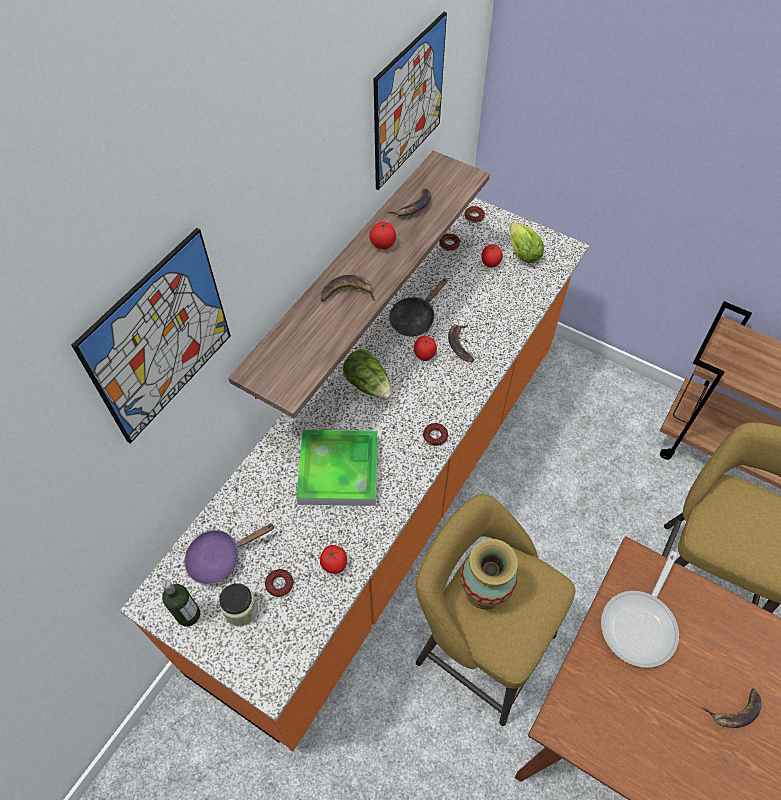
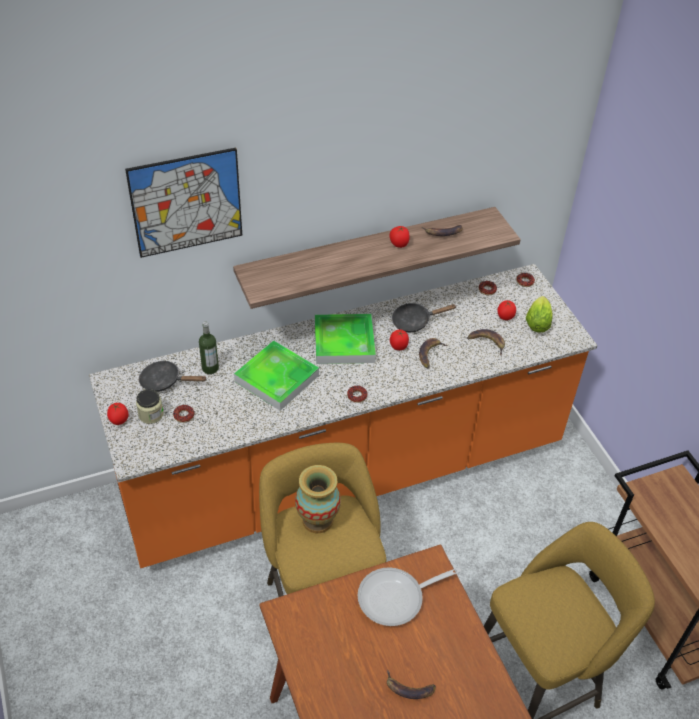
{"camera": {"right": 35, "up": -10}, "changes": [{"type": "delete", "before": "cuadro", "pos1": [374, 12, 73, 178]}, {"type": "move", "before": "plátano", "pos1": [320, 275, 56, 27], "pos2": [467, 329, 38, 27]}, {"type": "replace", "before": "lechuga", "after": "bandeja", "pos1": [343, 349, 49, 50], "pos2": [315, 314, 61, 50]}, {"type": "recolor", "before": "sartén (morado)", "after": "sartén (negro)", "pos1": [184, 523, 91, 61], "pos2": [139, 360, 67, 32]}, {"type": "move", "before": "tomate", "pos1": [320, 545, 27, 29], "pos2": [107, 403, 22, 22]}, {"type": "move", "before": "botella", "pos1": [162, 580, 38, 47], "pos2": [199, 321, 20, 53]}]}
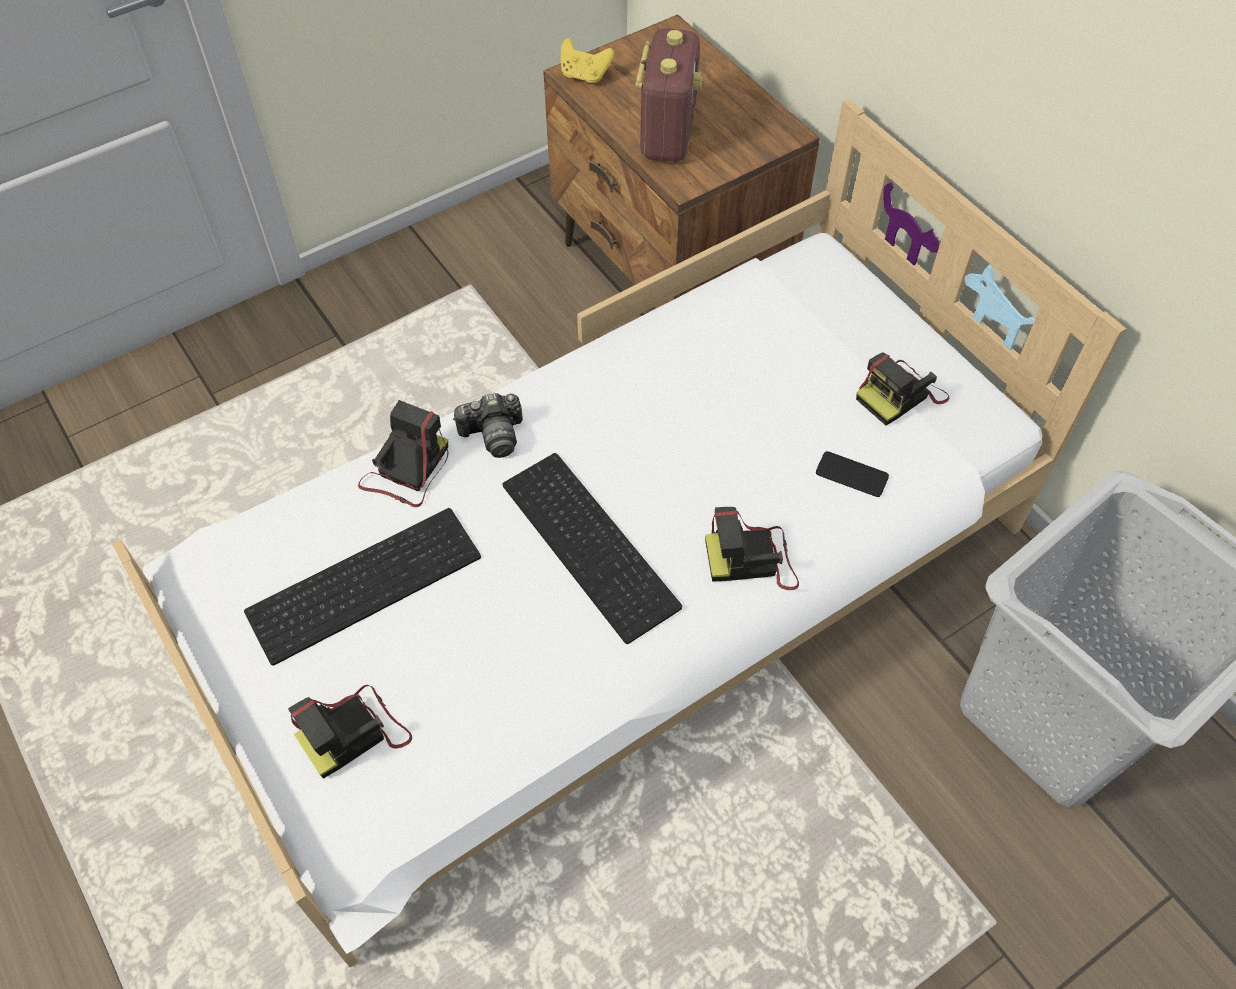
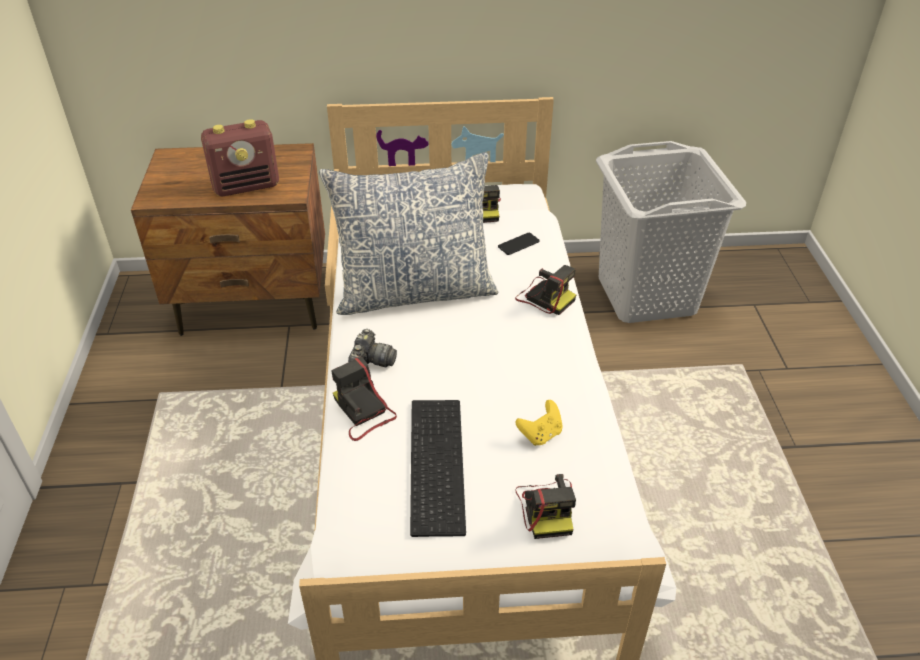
{"camera": {"right": -60, "up": -15}, "changes": [{"type": "rotate", "before": "radio", "pos1": [636, 28, 67, 134], "pos2": [201, 119, 78, 77], "turn": 120}, {"type": "move", "before": "mando de consola (amarillo)", "pos1": [561, 38, 53, 46], "pos2": [516, 400, 47, 46]}, {"type": "delete", "before": "teclado", "pos1": [503, 453, 179, 191]}, {"type": "rotate", "before": "cámara", "pos1": [705, 507, 94, 83], "pos2": [515, 265, 61, 50], "turn": -75}, {"type": "insert", "after": "cojín", "pos2": [319, 152, 179, 163]}]}
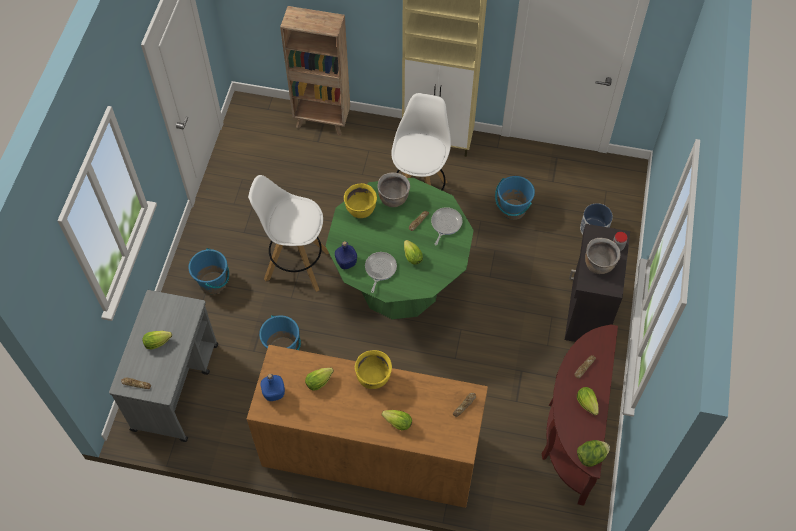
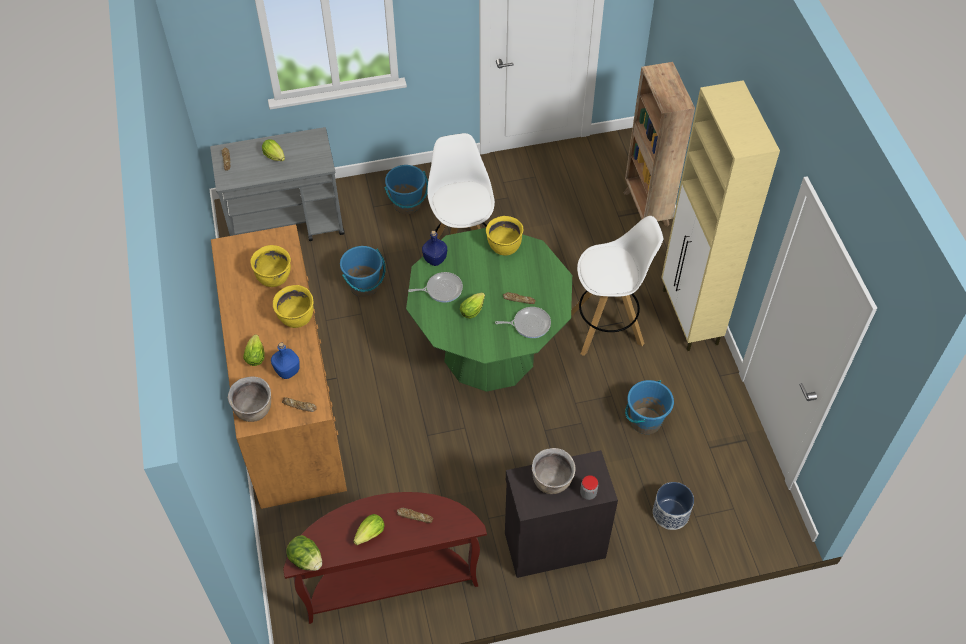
{"camera": {"right": 65, "up": -5}, "changes": [{"type": "move", "before": "olla (marrón)", "pos1": [377, 173, 33, 34], "pos2": [228, 376, 43, 46]}, {"type": "replace", "before": "lechuga", "after": "olla (amarillo)", "pos1": [305, 368, 29, 23], "pos2": [251, 245, 40, 42]}, {"type": "move", "before": "botella (azul)", "pos1": [261, 374, 24, 27], "pos2": [271, 343, 29, 36]}]}
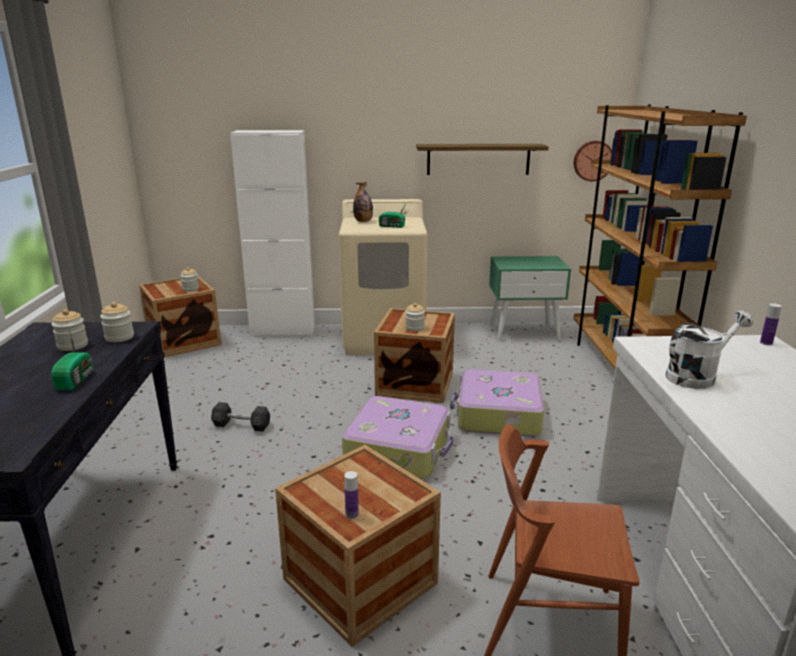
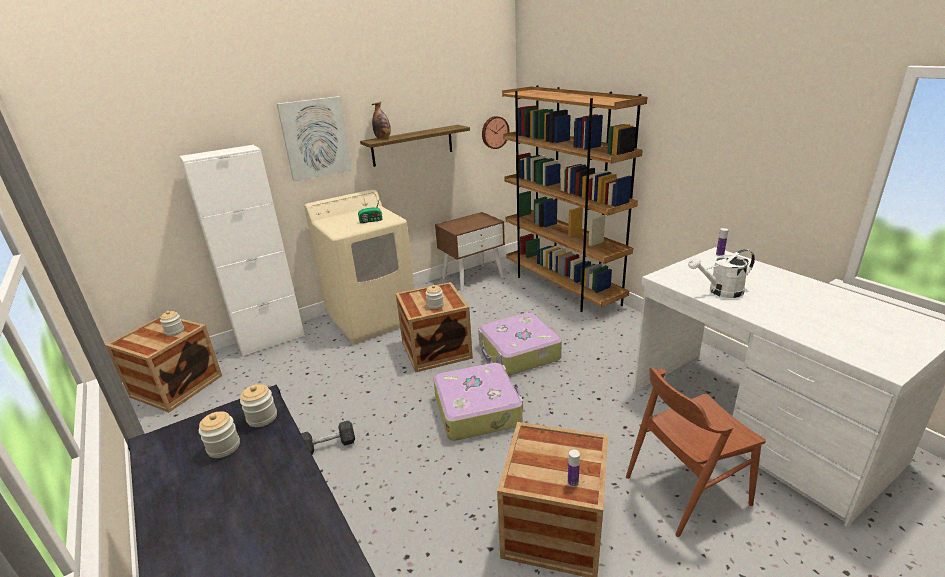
{"camera": {"right": -30, "up": 5}, "changes": [{"type": "move", "before": "botella", "pos1": [353, 182, 20, 40], "pos2": [372, 102, 19, 37]}, {"type": "recolor", "before": "mesita de noche (verde)", "after": "mesita de noche (marrón)", "pos1": [489, 256, 82, 85], "pos2": [435, 212, 70, 80]}, {"type": "rotate", "before": "regadera (blanco)", "pos1": [666, 310, 87, 79], "pos2": [688, 249, 67, 49], "turn": -135}, {"type": "delete", "before": "radio", "pos1": [51, 328, 43, 62]}, {"type": "insert", "after": "cuadro", "pos2": [277, 96, 75, 85]}]}
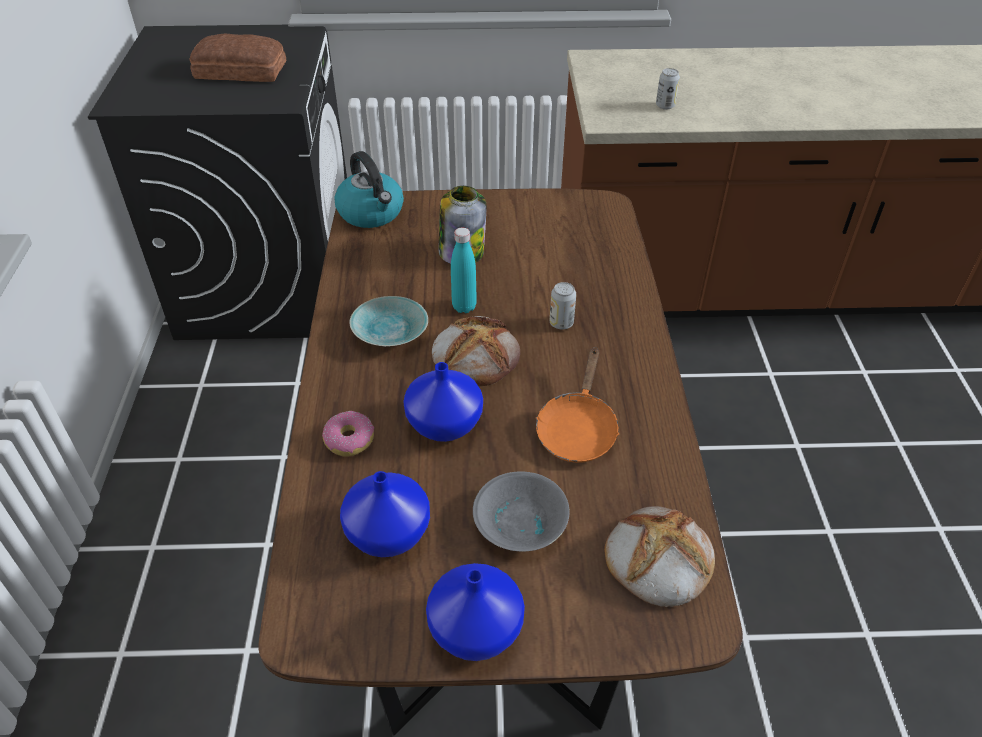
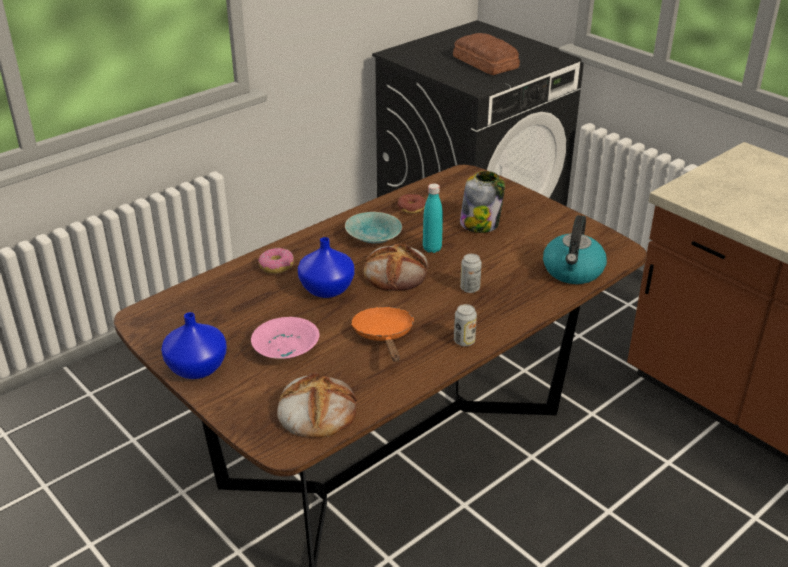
{"camera": {"right": 50, "up": -10}, "changes": [{"type": "move", "before": "lata", "pos1": [656, 68, 24, 42], "pos2": [454, 304, 23, 42]}, {"type": "move", "before": "hervidor", "pos1": [335, 151, 69, 77], "pos2": [543, 215, 64, 69]}, {"type": "rotate", "before": "sartén (naranja)", "pos1": [536, 347, 83, 116], "pos2": [351, 307, 63, 55], "turn": 105}, {"type": "delete", "before": "florero (azul)", "pos1": [340, 471, 90, 86]}, {"type": "recolor", "before": "cuenco (gris)", "after": "cuenco (rosa)", "pos1": [473, 471, 97, 81], "pos2": [251, 317, 68, 42]}, {"type": "insert", "after": "rosquilla", "pos2": [397, 194, 29, 20]}]}
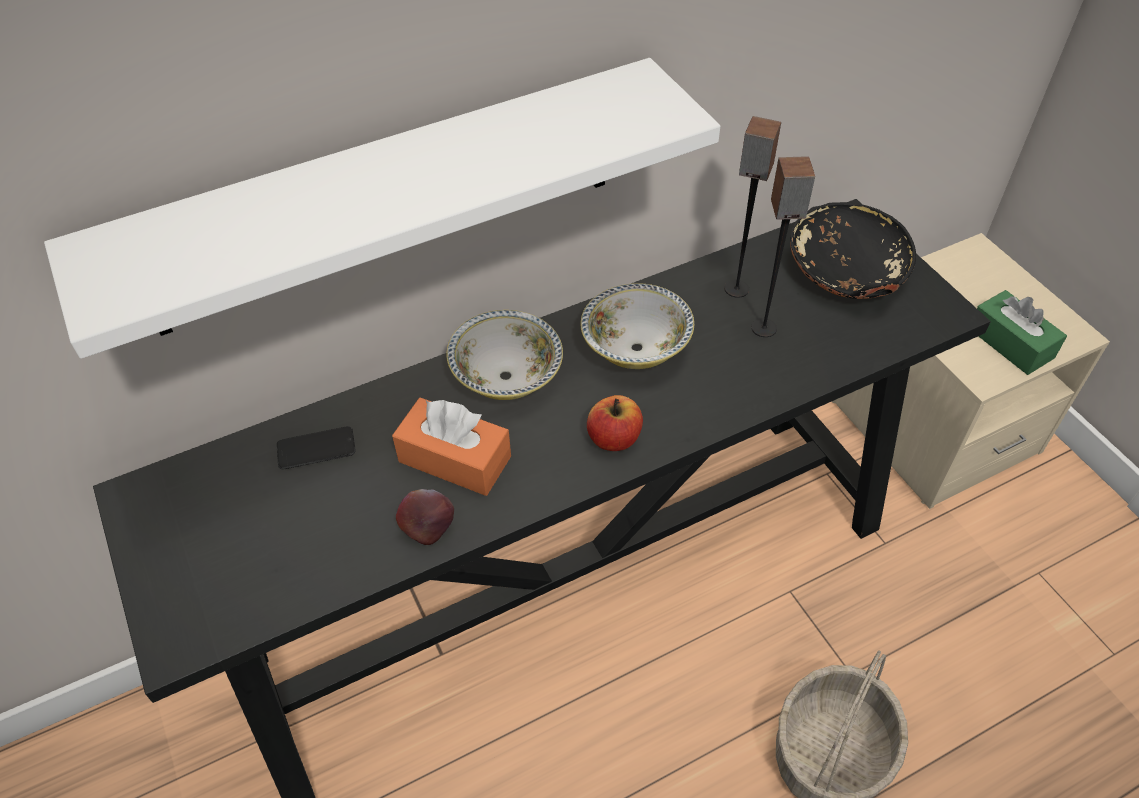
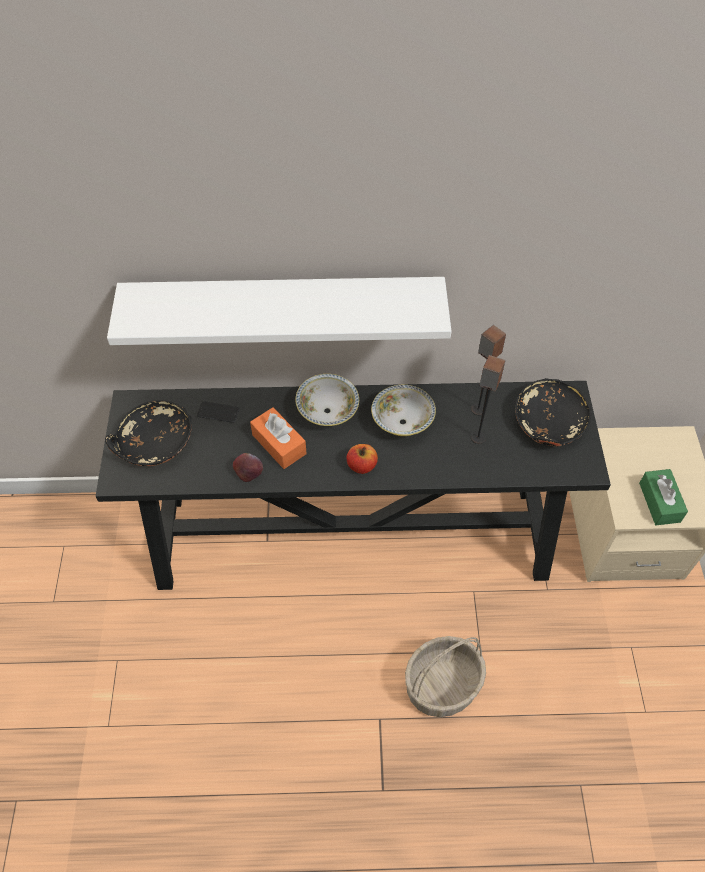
{"camera": {"right": 25, "up": 5}, "changes": [{"type": "insert", "after": "cuenco (negro)", "pos2": [105, 400, 87, 66]}]}
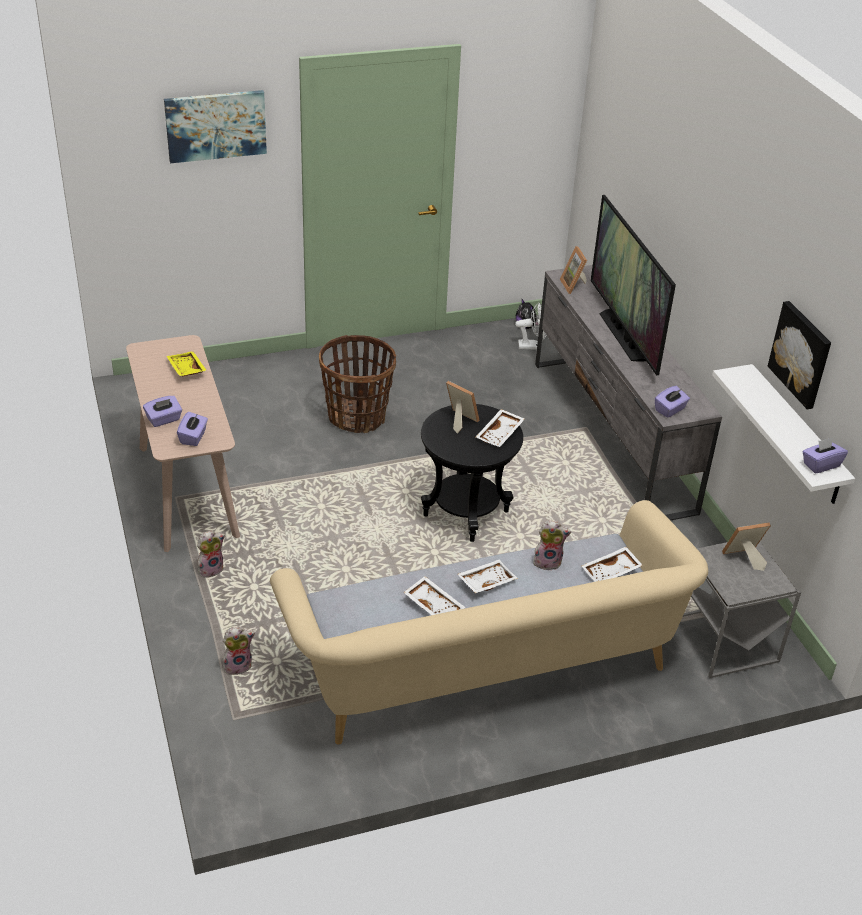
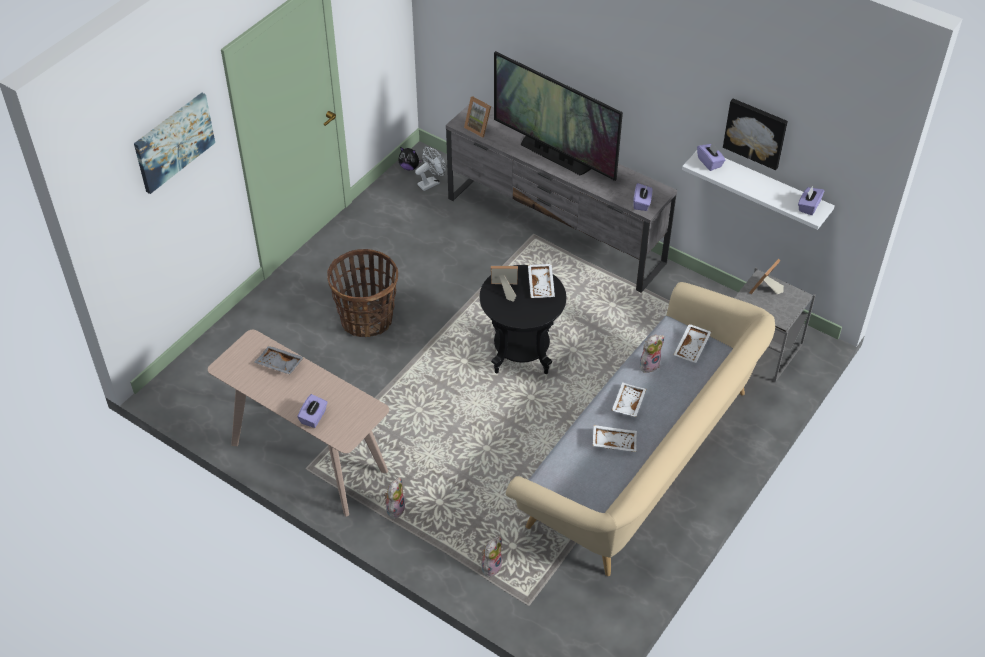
{"camera": {"right": -35, "up": 10}, "changes": [{"type": "recolor", "before": "bandeja (amarillo)", "after": "bandeja (gris)", "pos1": [167, 351, 40, 26], "pos2": [254, 346, 50, 28]}, {"type": "move", "before": "caja de pañuelos (morado)", "pos1": [177, 412, 31, 34], "pos2": [697, 142, 29, 29]}]}
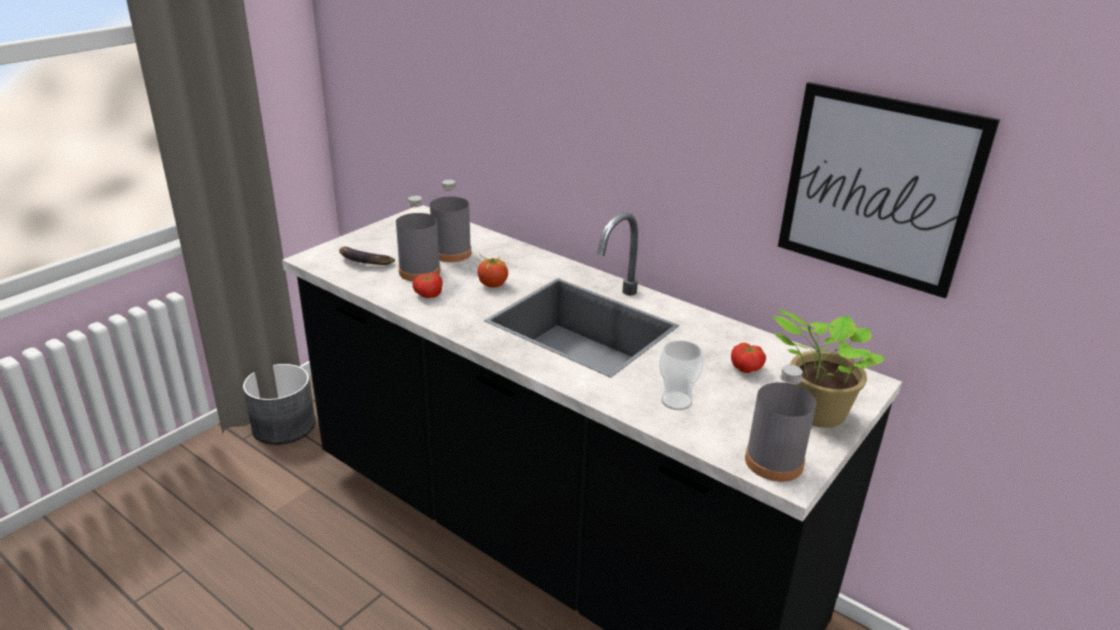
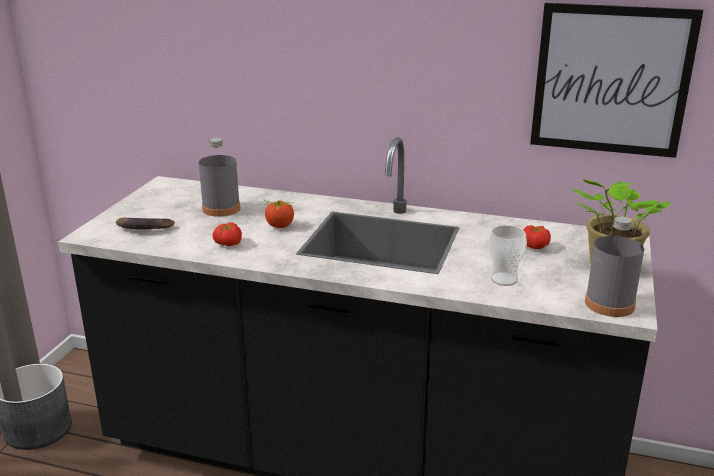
{"camera": {"right": -20, "up": -5}, "changes": [{"type": "delete", "before": "botella (gris)", "pos1": [396, 196, 45, 85]}]}
